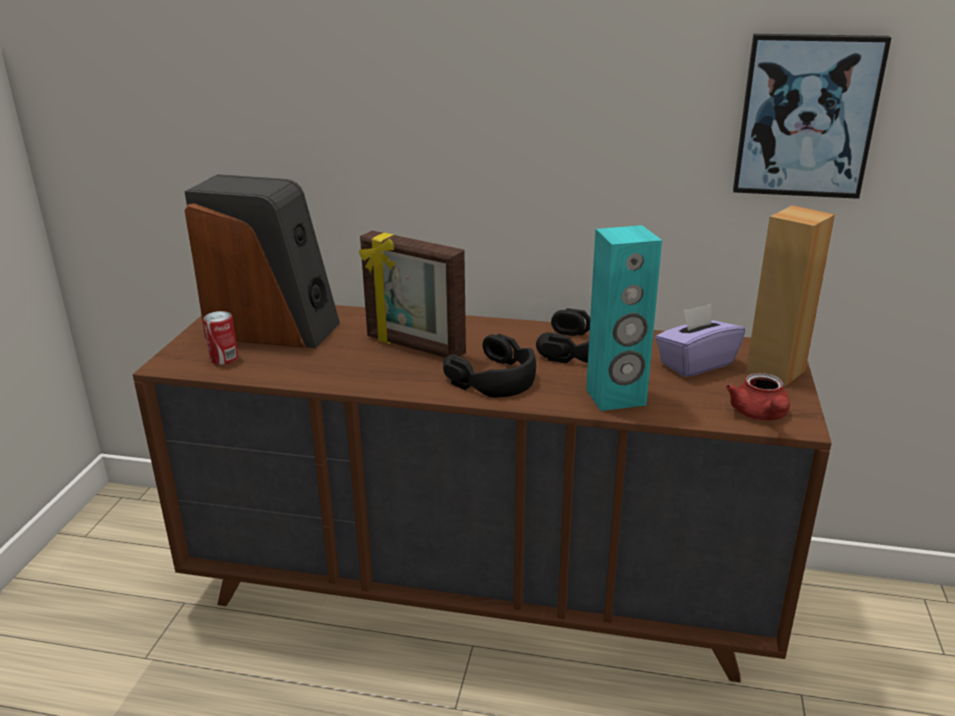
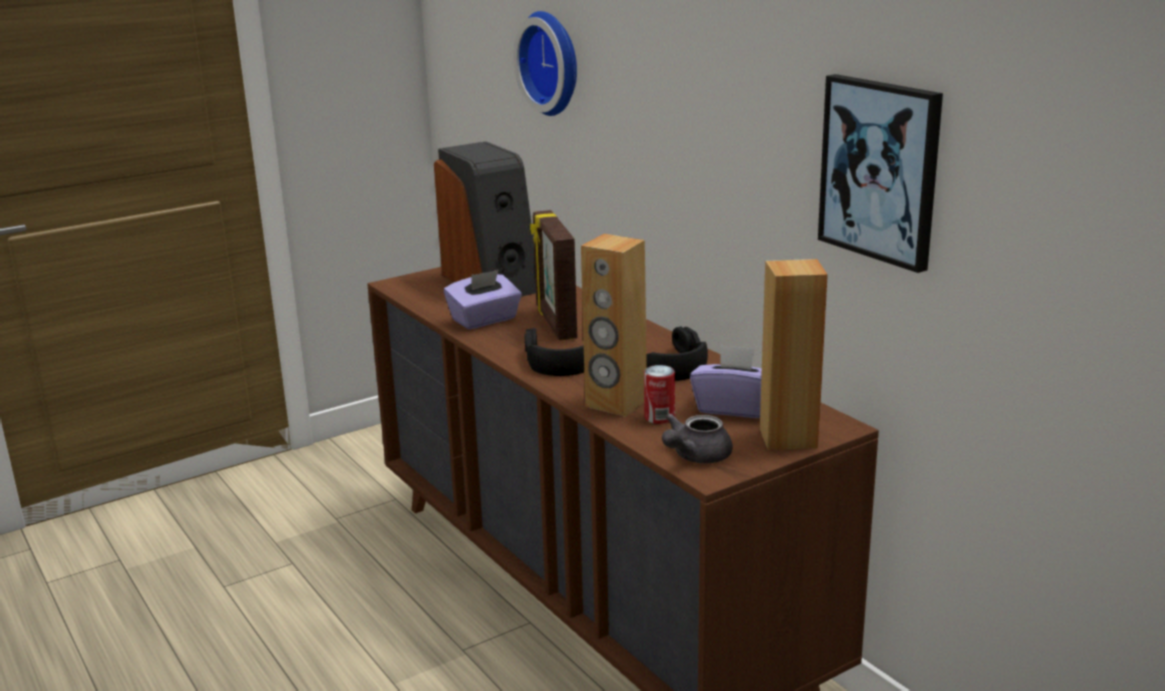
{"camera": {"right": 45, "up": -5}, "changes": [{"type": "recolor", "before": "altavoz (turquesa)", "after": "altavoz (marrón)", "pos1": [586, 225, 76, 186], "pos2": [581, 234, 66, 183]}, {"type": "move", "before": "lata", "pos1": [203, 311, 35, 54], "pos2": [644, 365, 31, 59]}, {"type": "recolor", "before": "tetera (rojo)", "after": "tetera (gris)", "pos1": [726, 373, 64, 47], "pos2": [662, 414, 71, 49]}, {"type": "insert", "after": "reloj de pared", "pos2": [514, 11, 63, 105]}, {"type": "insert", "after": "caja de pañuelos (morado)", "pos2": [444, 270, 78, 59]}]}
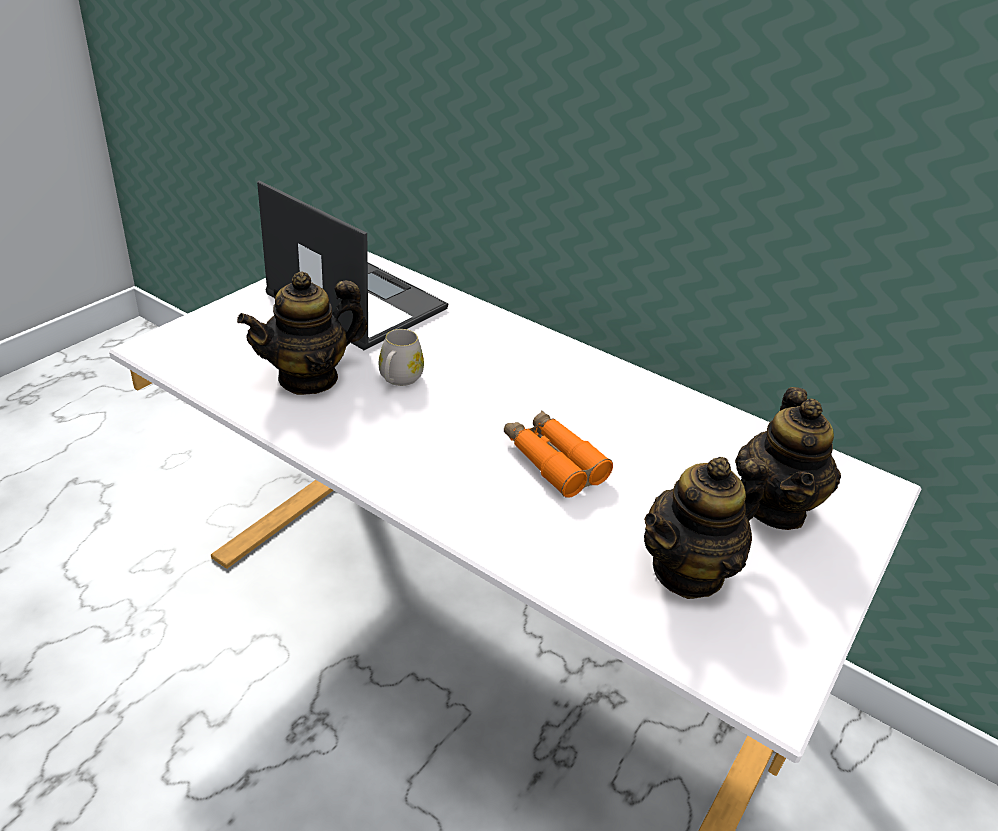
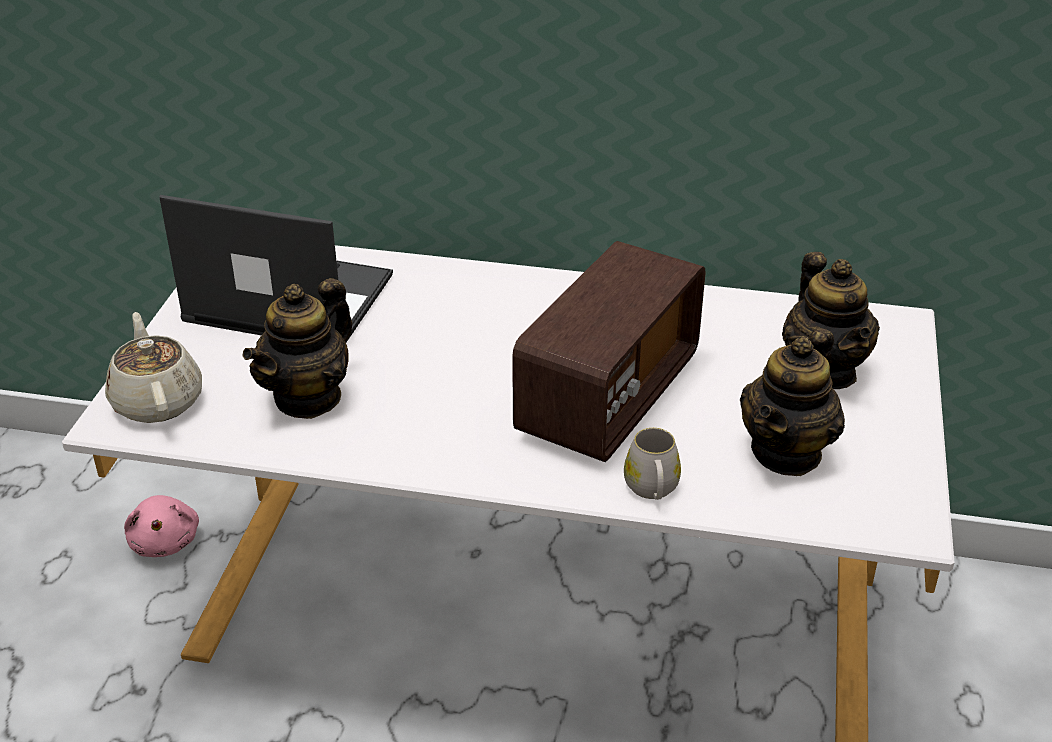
{"camera": {"right": -20, "up": 0}, "changes": [{"type": "move", "before": "taza grande (blanco)", "pos1": [379, 329, 45, 57], "pos2": [624, 428, 57, 72]}, {"type": "replace", "before": "prismáticos (naranja)", "after": "radio", "pos1": [504, 410, 109, 87], "pos2": [512, 241, 193, 221]}, {"type": "insert", "after": "tetera (beis)", "pos2": [105, 312, 97, 111]}, {"type": "insert", "after": "peluche (rosa)", "pos2": [124, 495, 75, 62]}]}
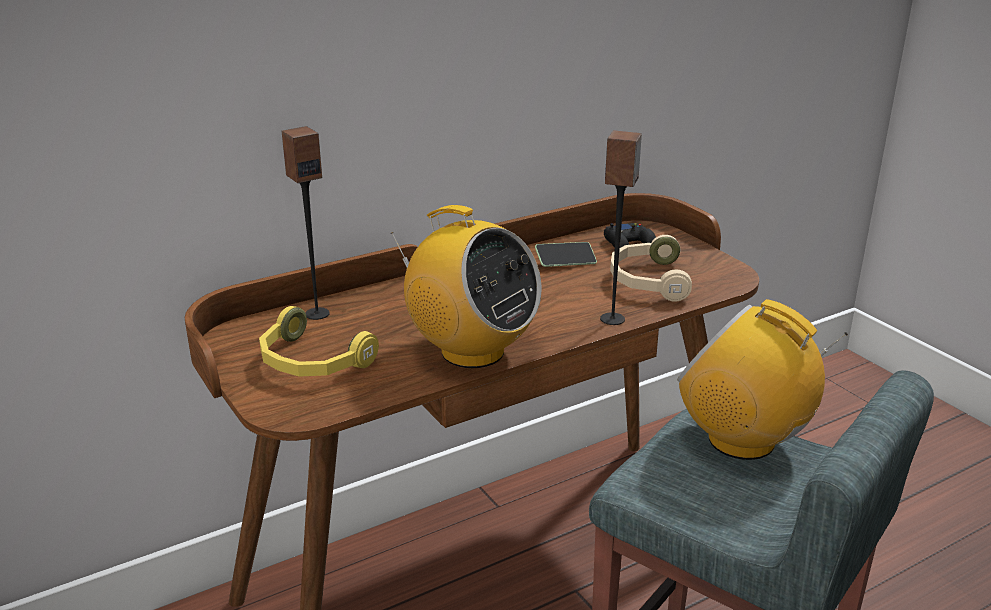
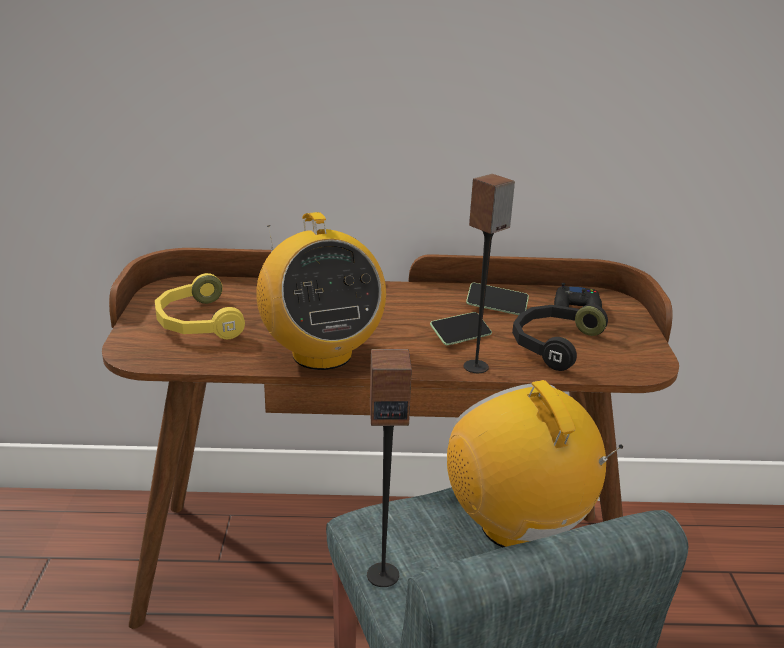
{"camera": {"right": 30, "up": 0}, "changes": [{"type": "move", "before": "altavoz", "pos1": [281, 126, 49, 194], "pos2": [367, 349, 45, 238]}, {"type": "recolor", "before": "auriculares (beis)", "after": "auriculares (negro)", "pos1": [610, 235, 82, 67], "pos2": [512, 304, 96, 67]}, {"type": "insert", "after": "móvil", "pos2": [430, 312, 62, 33]}]}
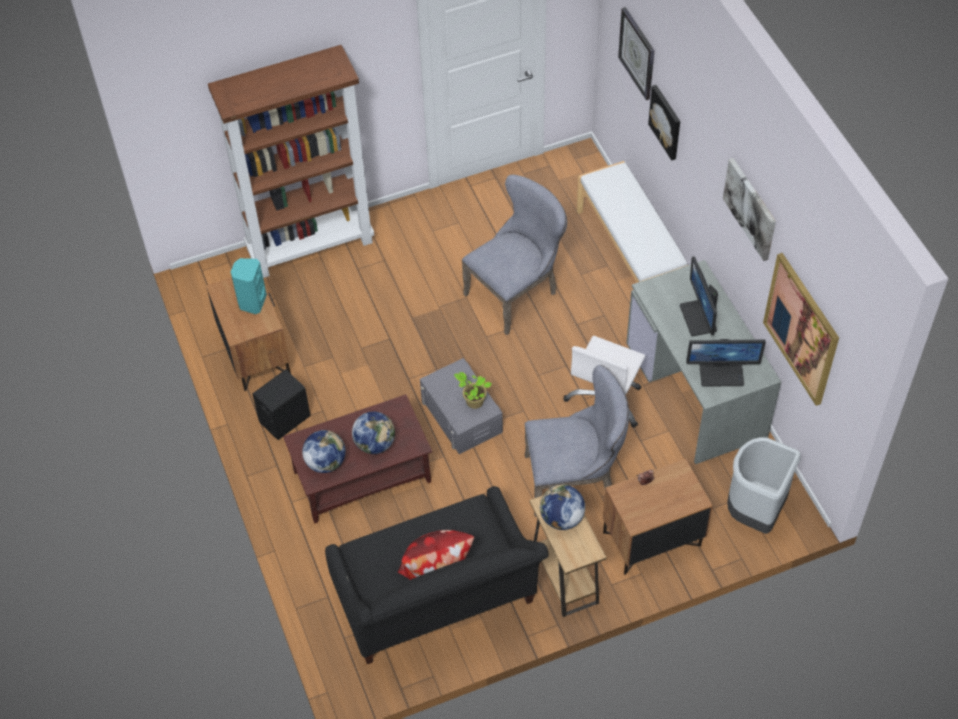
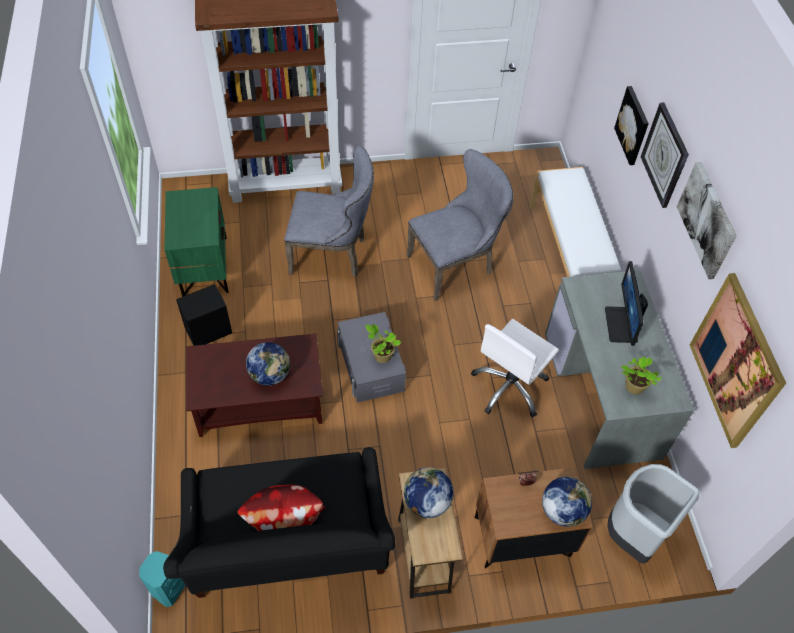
{"camera": {"right": 10, "up": 0}, "changes": [{"type": "move", "before": "reloj de pared", "pos1": [618, 7, 37, 93], "pos2": [641, 102, 48, 106]}, {"type": "move", "before": "altavoz (turquesa)", "pos1": [231, 258, 36, 56], "pos2": [139, 551, 46, 56]}, {"type": "recolor", "before": "mesita de noche (marrón)", "after": "mesita de noche (verde)", "pos1": [206, 277, 84, 114], "pos2": [165, 187, 63, 110]}, {"type": "replace", "before": "monitor", "after": "planta en maceta", "pos1": [686, 339, 80, 48], "pos2": [621, 357, 41, 37]}, {"type": "move", "before": "silla (gris)", "pos1": [525, 365, 104, 152], "pos2": [284, 146, 90, 131]}, {"type": "move", "before": "globo terráqueo", "pos1": [302, 430, 44, 43], "pos2": [542, 477, 50, 50]}]}
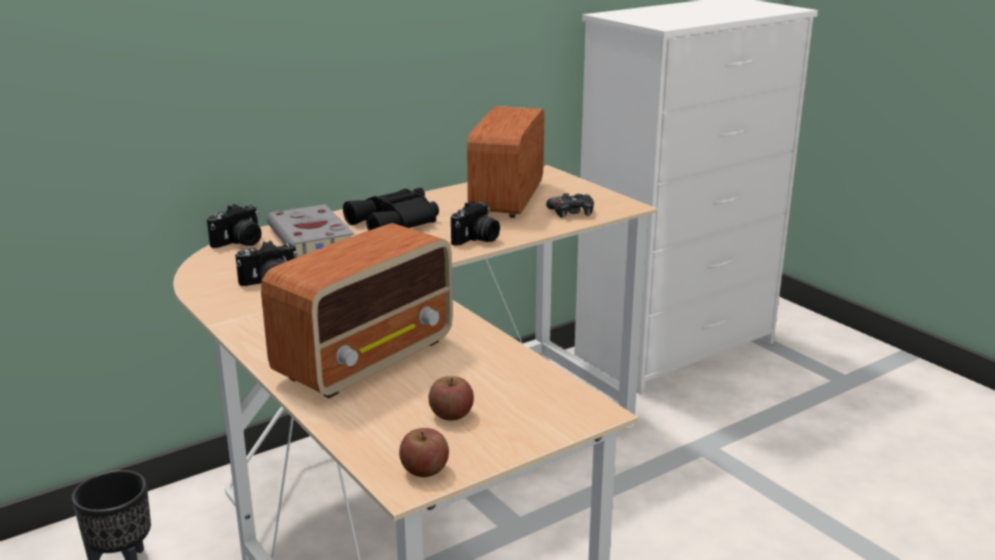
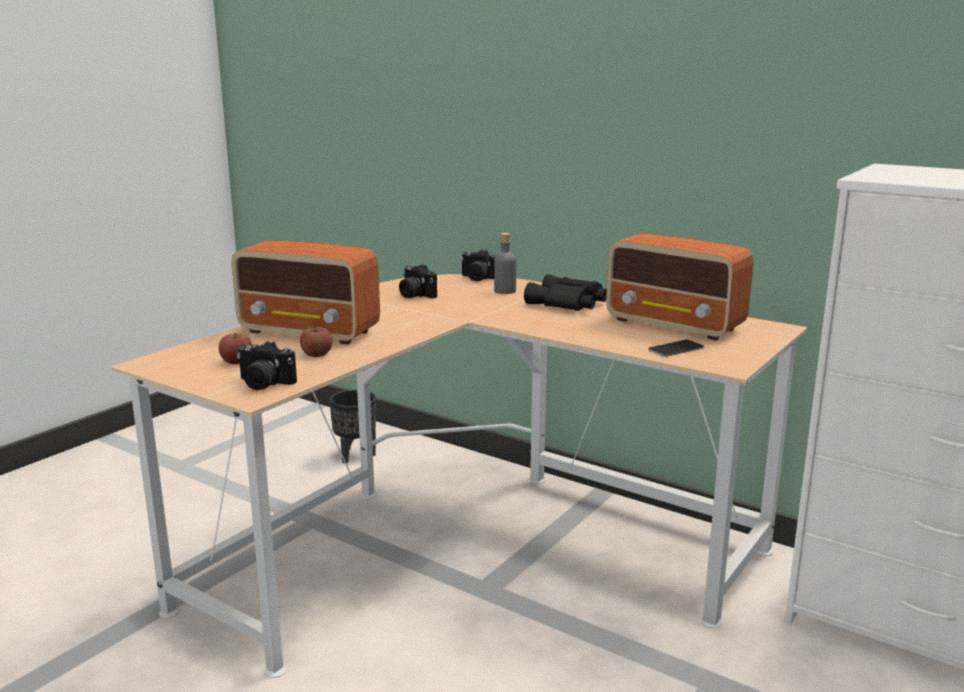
{"camera": {"right": 70, "up": -5}, "changes": [{"type": "rotate", "before": "radio", "pos1": [467, 106, 77, 112], "pos2": [606, 234, 148, 106], "turn": -135}, {"type": "replace", "before": "mando de consola (negro)", "after": "móvil", "pos1": [546, 193, 48, 25], "pos2": [649, 340, 55, 17]}, {"type": "move", "before": "cámara", "pos1": [451, 201, 49, 45], "pos2": [237, 341, 60, 49]}, {"type": "replace", "before": "libro (gris)", "after": "botella (gris)", "pos1": [267, 204, 87, 53], "pos2": [494, 233, 22, 61]}, {"type": "move", "before": "manzana", "pos1": [399, 428, 50, 49], "pos2": [300, 326, 33, 31]}]}
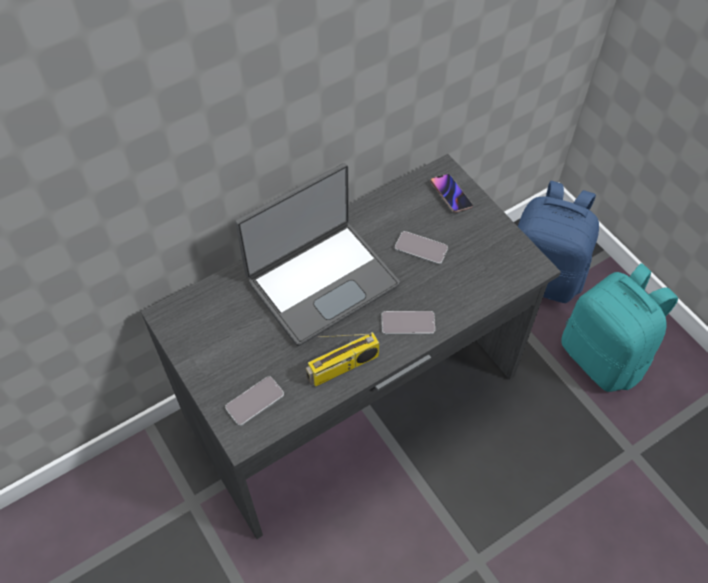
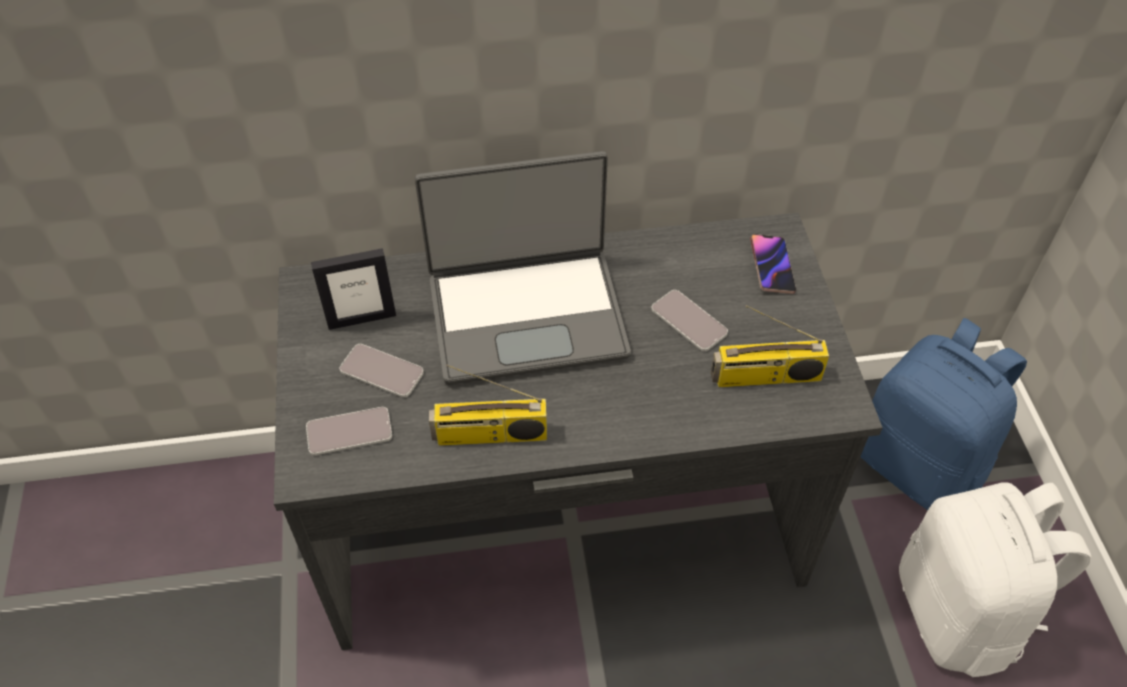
{"camera": {"right": 25, "up": -5}, "changes": [{"type": "recolor", "before": "mochila (turquesa)", "after": "mochila (blanco)", "pos1": [561, 263, 117, 129], "pos2": [899, 482, 193, 195]}, {"type": "move", "before": "móvil", "pos1": [382, 311, 53, 24], "pos2": [339, 344, 85, 54]}, {"type": "insert", "after": "portarretratos", "pos2": [311, 248, 85, 82]}, {"type": "insert", "after": "radio", "pos2": [711, 305, 118, 82]}]}
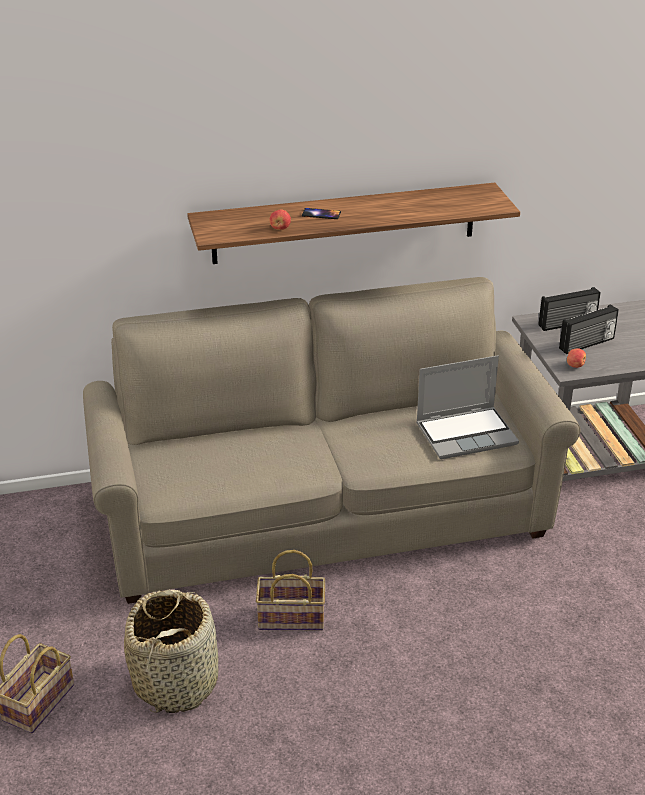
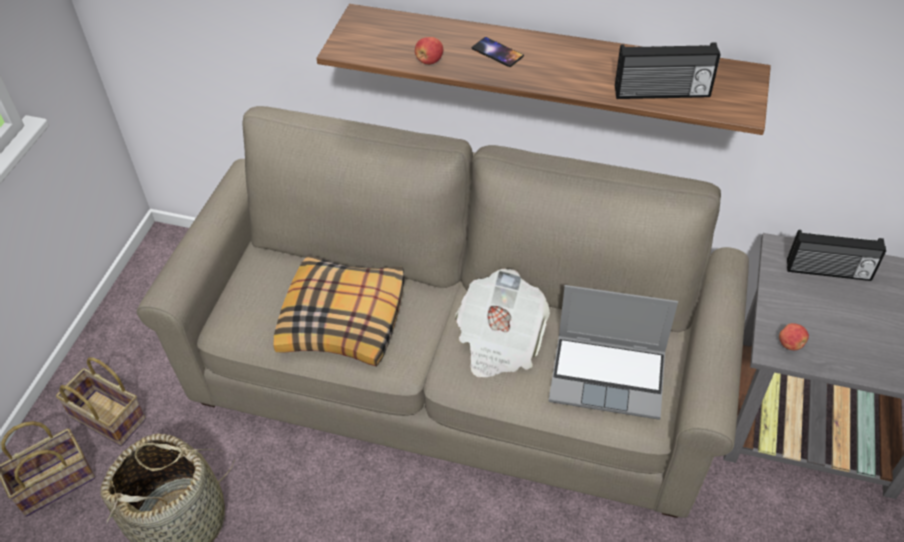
{"camera": {"right": 30, "up": 15}, "changes": [{"type": "move", "before": "radio", "pos1": [559, 304, 60, 50], "pos2": [615, 42, 105, 57]}, {"type": "move", "before": "cesta", "pos1": [256, 550, 69, 81], "pos2": [56, 357, 90, 89]}, {"type": "insert", "after": "cojín", "pos2": [274, 255, 131, 112]}, {"type": "insert", "after": "periódico", "pos2": [455, 269, 95, 108]}]}
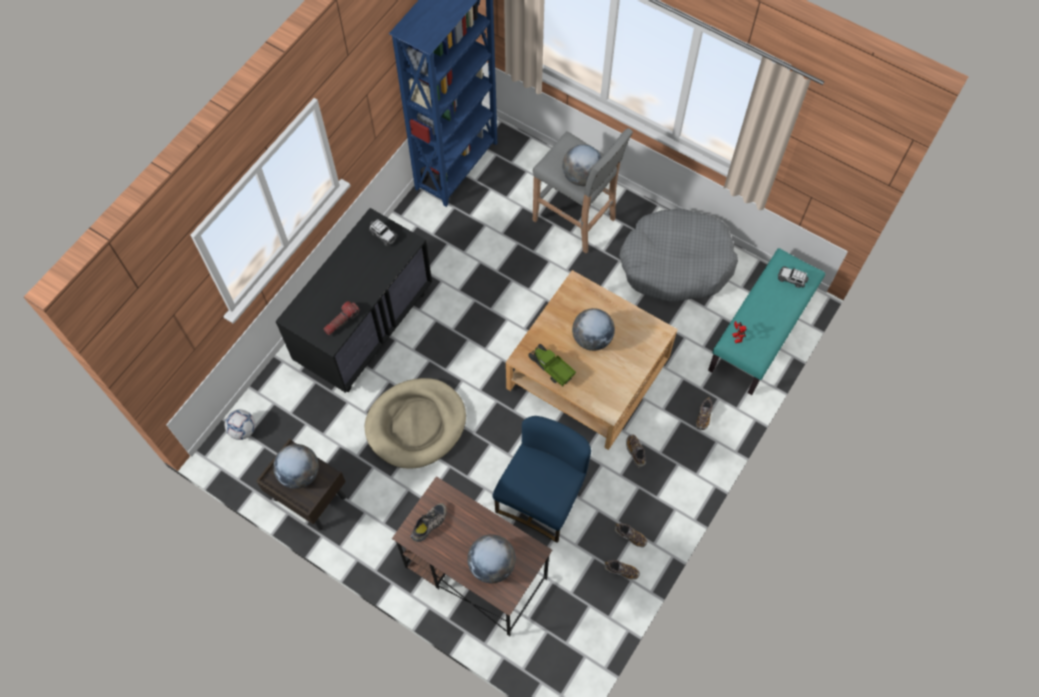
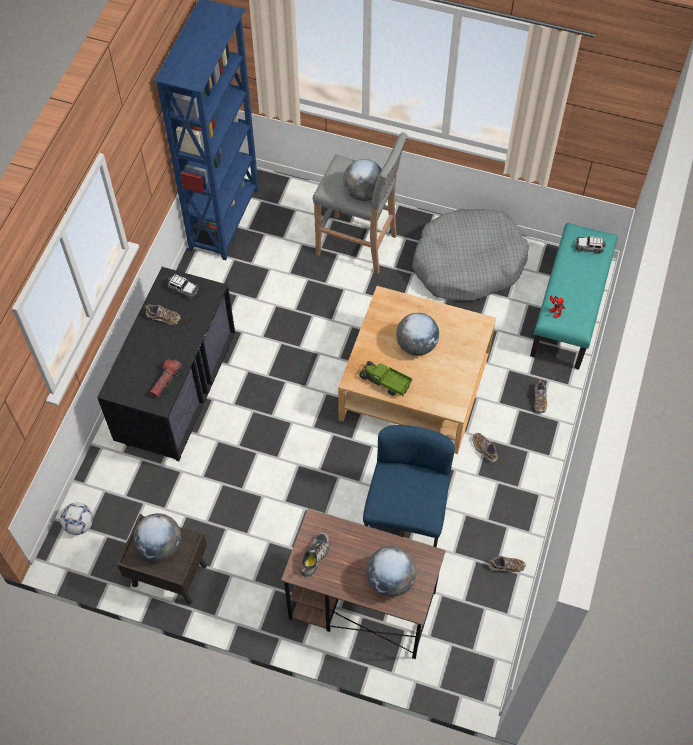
{"camera": {"right": -15, "up": -5}, "changes": [{"type": "delete", "before": "cama para perro (beis)", "pos1": [365, 378, 101, 91]}, {"type": "move", "before": "zapato", "pos1": [615, 523, 32, 25], "pos2": [145, 304, 36, 21]}]}
